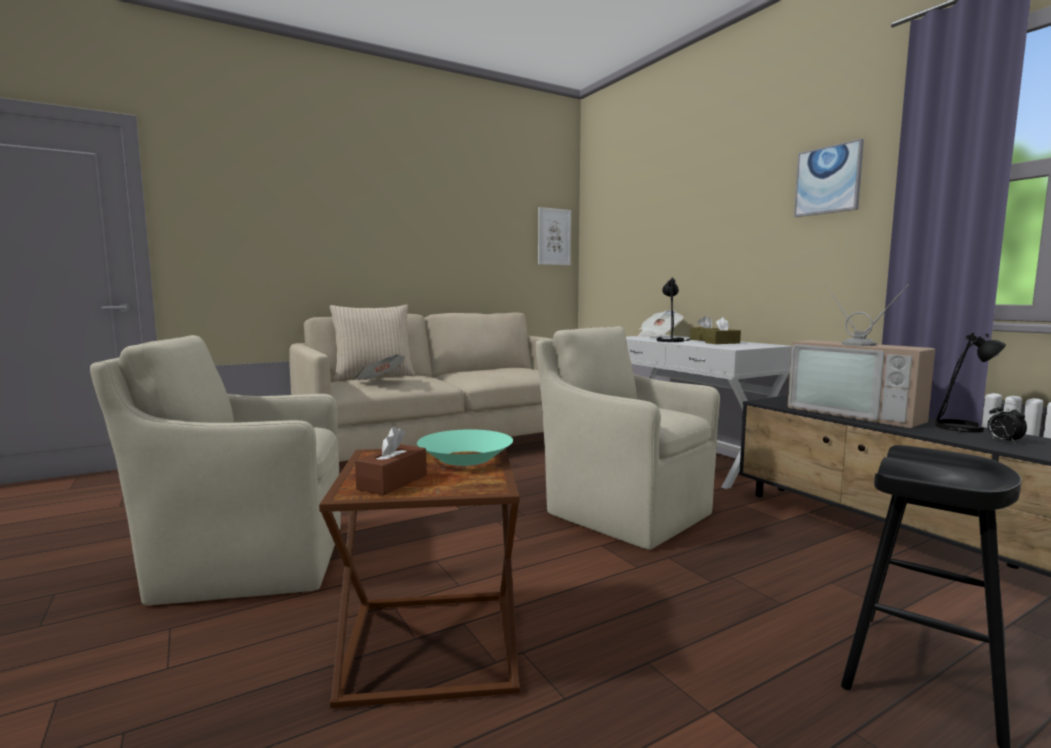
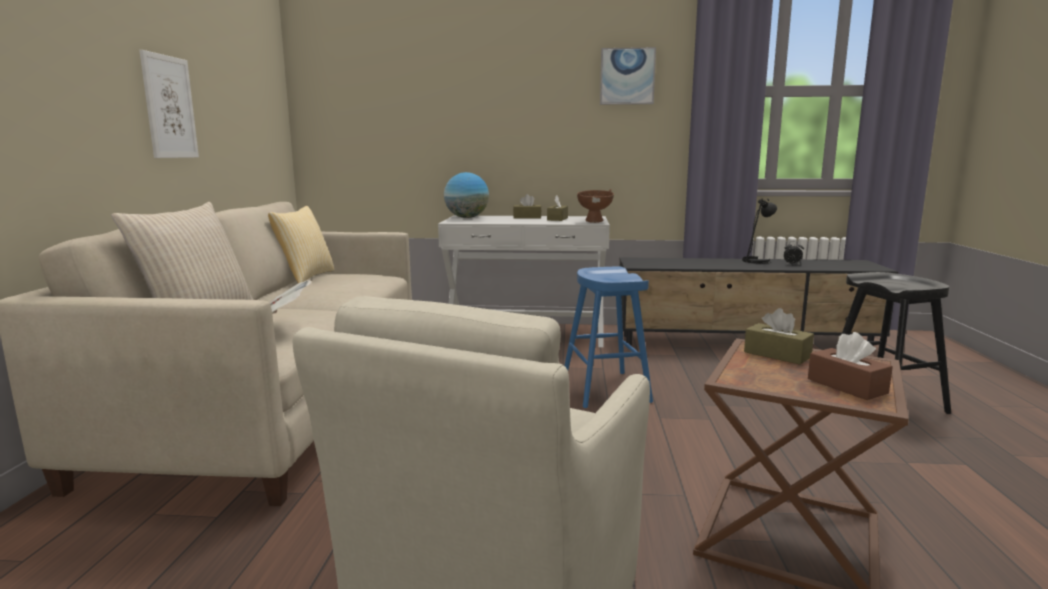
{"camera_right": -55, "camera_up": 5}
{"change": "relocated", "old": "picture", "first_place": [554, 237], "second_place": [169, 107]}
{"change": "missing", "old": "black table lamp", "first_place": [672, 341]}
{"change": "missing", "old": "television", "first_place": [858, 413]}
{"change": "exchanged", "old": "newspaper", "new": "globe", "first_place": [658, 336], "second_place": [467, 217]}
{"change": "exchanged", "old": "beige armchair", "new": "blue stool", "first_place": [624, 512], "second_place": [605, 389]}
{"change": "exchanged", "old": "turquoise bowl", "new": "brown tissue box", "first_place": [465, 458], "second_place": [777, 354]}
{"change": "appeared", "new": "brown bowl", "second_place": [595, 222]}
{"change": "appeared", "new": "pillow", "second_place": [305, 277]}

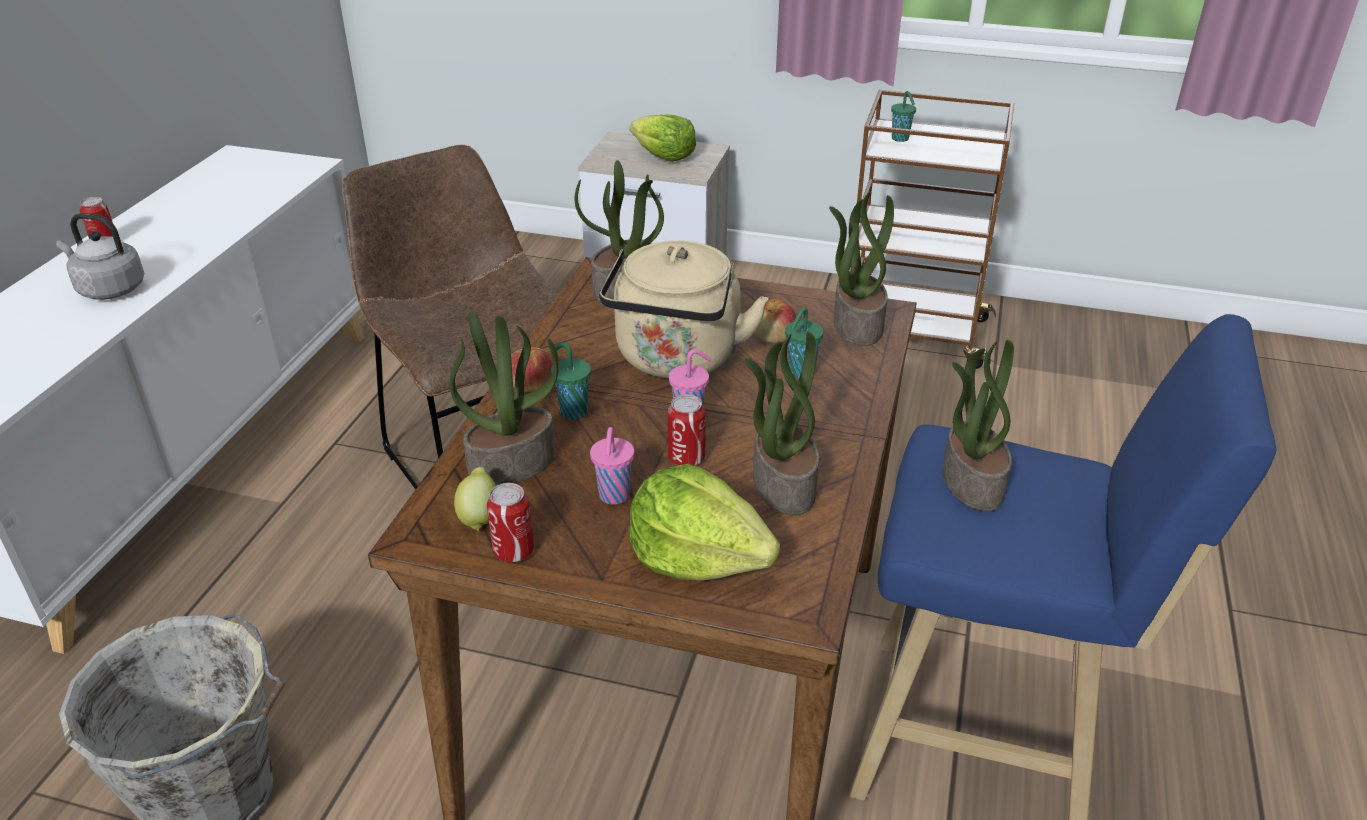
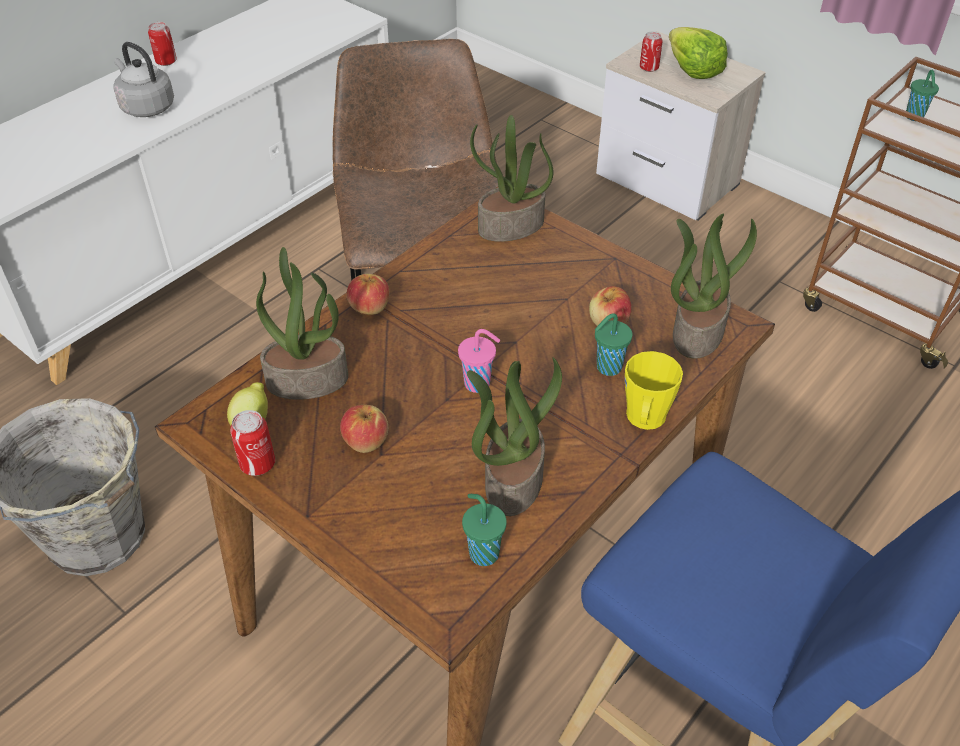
{"camera_right": 25, "camera_up": 10}
{"change": "missing", "old": "beige kettle", "first_place": [677, 360]}
{"change": "missing", "old": "potted plant", "first_place": [971, 482]}
{"change": "relocated", "old": "green cup", "first_place": [572, 411], "second_place": [482, 552]}
{"change": "relocated", "old": "can", "first_place": [686, 458], "second_place": [649, 68]}
{"change": "exchanged", "old": "pink cup", "new": "apple", "first_place": [613, 497], "second_place": [365, 441]}
{"change": "missing", "old": "lettuce", "first_place": [698, 556]}
{"change": "appeared", "new": "yellow mug", "second_place": [644, 420]}

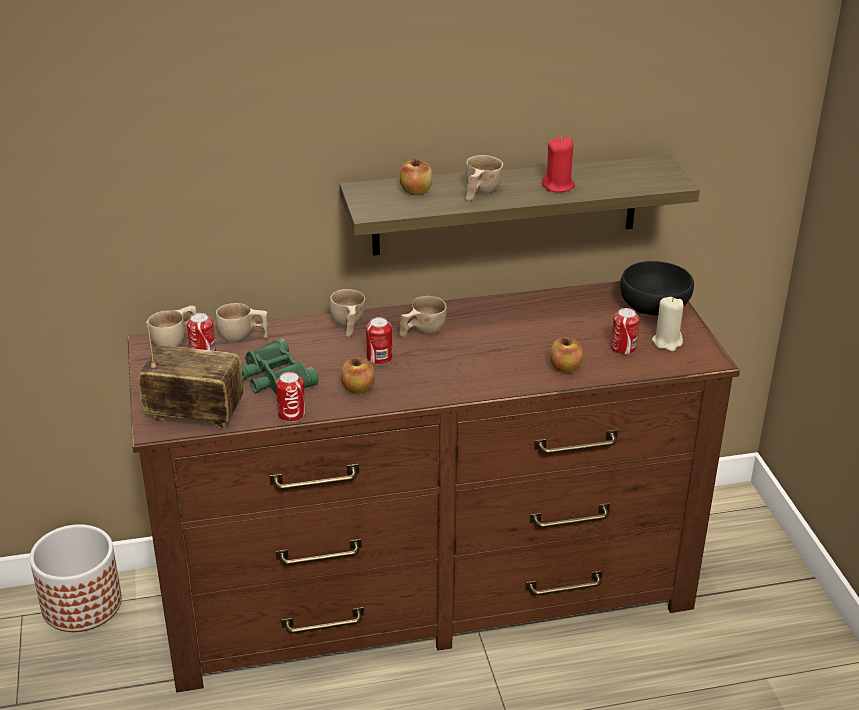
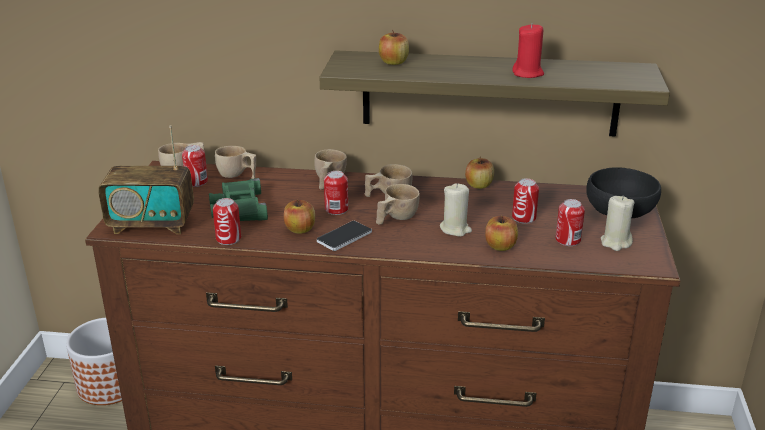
{"camera_right": 20, "camera_up": -5}
{"change": "relocated", "old": "beige cup", "first_place": [479, 193], "second_place": [395, 218]}
{"change": "spun", "old": "radio", "first_place": [195, 414], "second_place": [152, 224], "degrees": 150}
{"change": "appeared", "new": "apple", "second_place": [479, 185]}
{"change": "appeared", "new": "can", "second_place": [523, 218]}
{"change": "appeared", "new": "beige candle", "second_place": [455, 229]}
{"change": "appeared", "new": "phone", "second_place": [344, 237]}

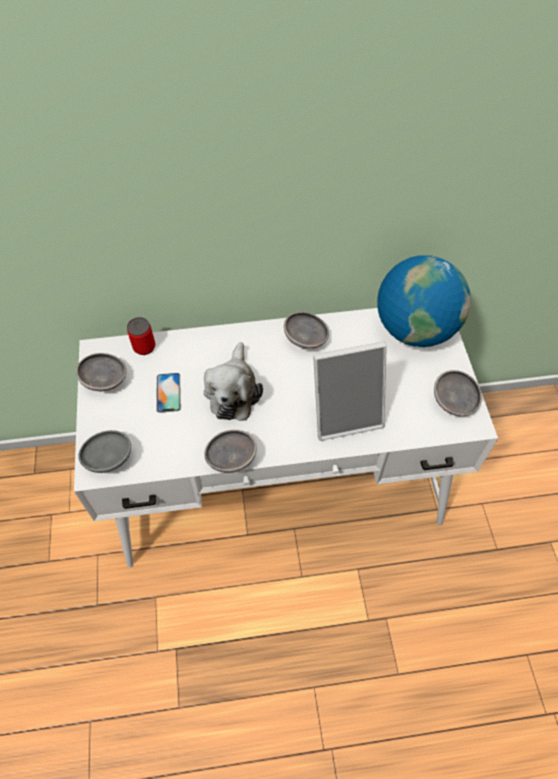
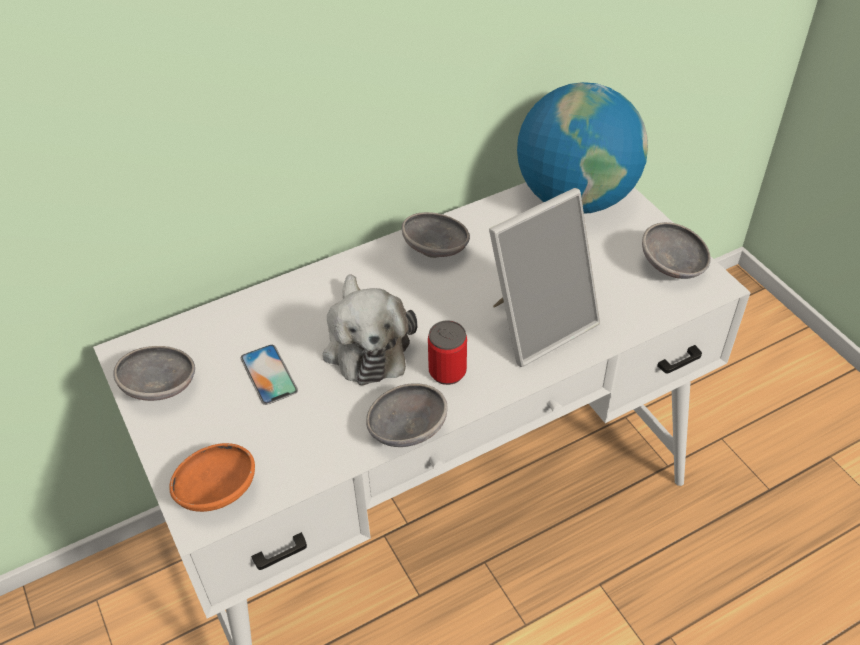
{"camera_right": -20, "camera_up": -10}
{"change": "relocated", "old": "can", "first_place": [144, 347], "second_place": [447, 371]}
{"change": "colour", "old": "grey bowl", "new": "orange bowl", "first_place": [109, 458], "second_place": [217, 491]}

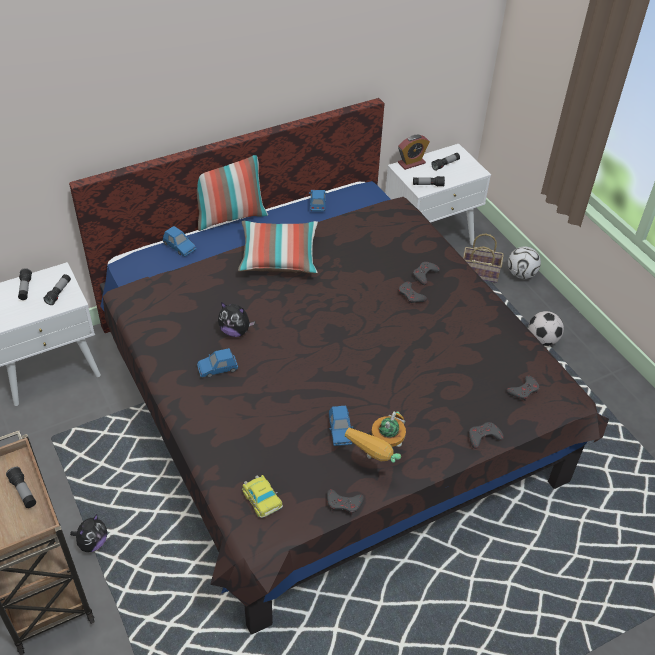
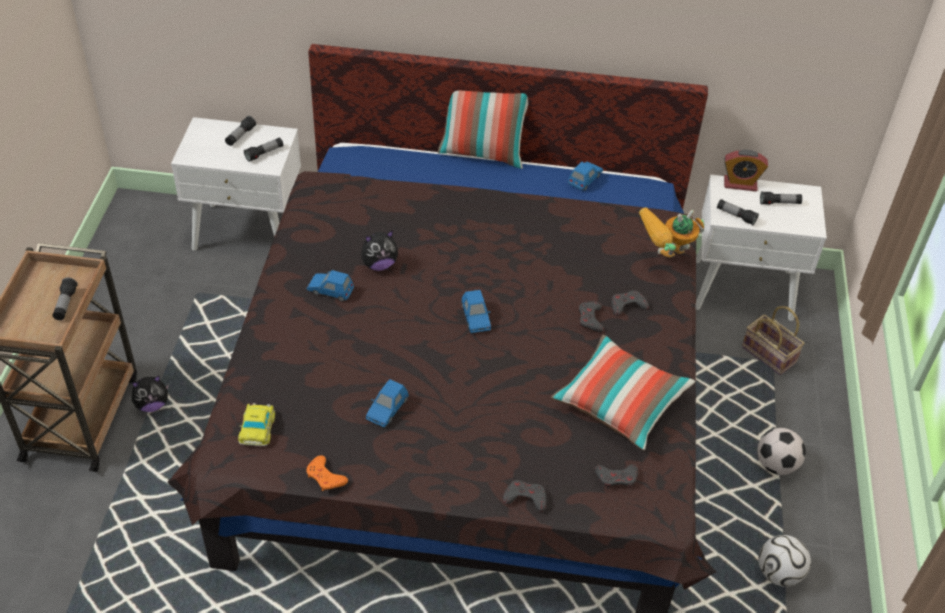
{"camera_right": 35, "camera_up": 0}
{"change": "relocated", "old": "pillow", "first_place": [279, 257], "second_place": [620, 402]}
{"change": "relocated", "old": "blue toy car", "first_place": [179, 247], "second_place": [475, 317]}
{"change": "relocated", "old": "football", "first_place": [521, 274], "second_place": [779, 573]}
{"change": "spun", "old": "plush toy", "first_place": [235, 331], "second_place": [379, 264], "degrees": -75}
{"change": "relocated", "old": "toy robot", "first_place": [378, 461], "second_place": [665, 260]}
{"change": "colour", "old": "grey game controller", "new": "orange game controller", "first_place": [344, 503], "second_place": [325, 477]}

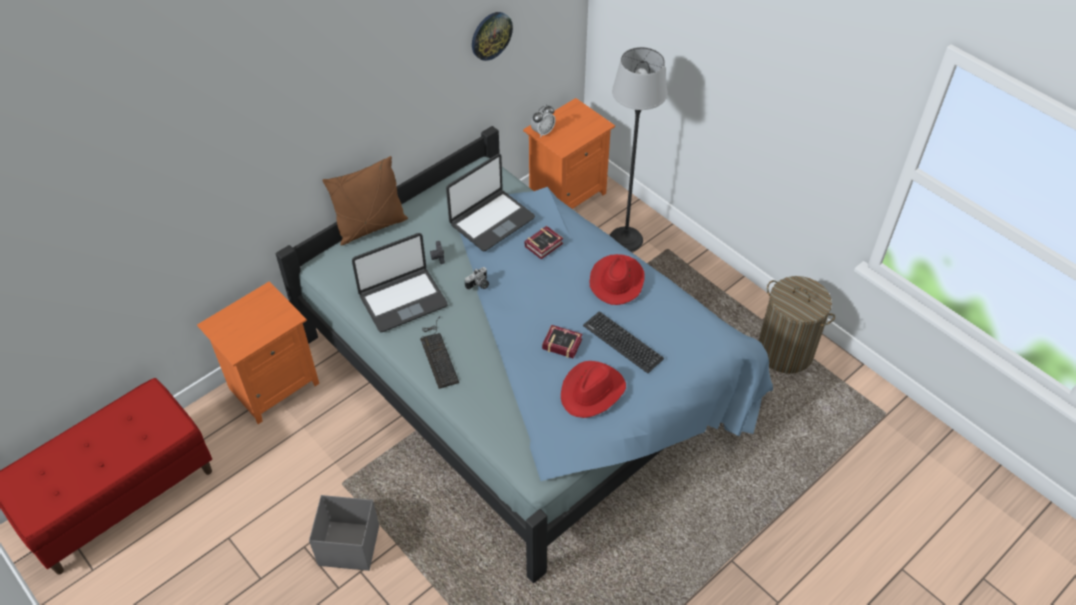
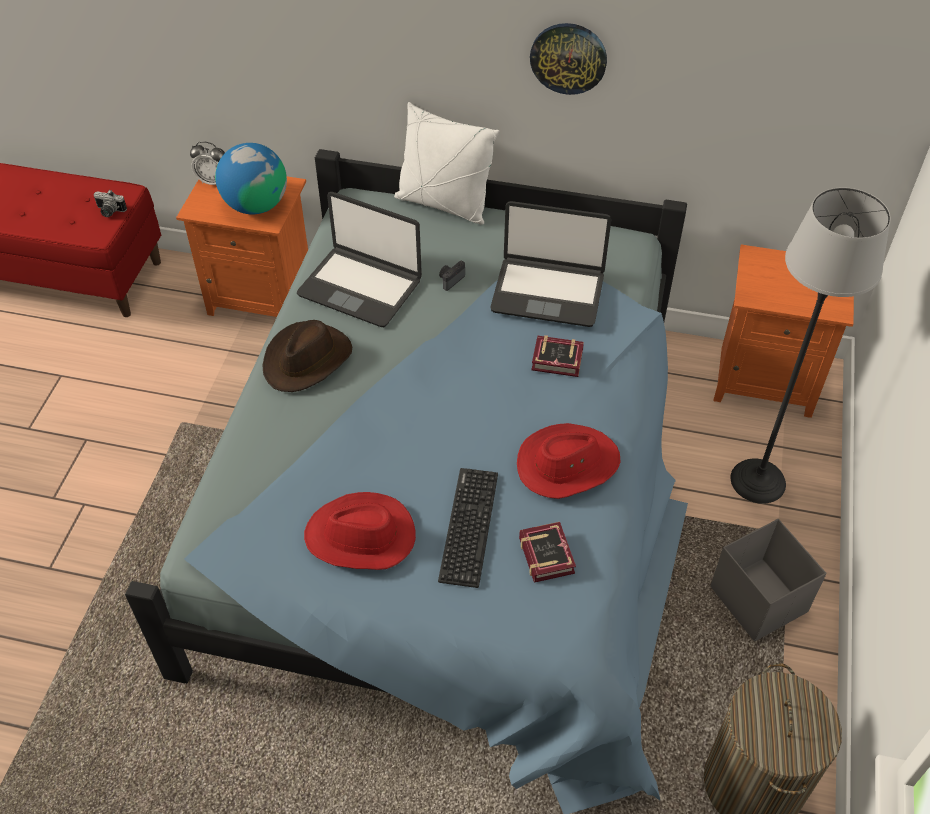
{"camera_right": 55, "camera_up": 0}
{"change": "relocated", "old": "wall clock", "first_place": [491, 35], "second_place": [568, 58]}
{"change": "relocated", "old": "alarm clock", "first_place": [543, 132], "second_place": [214, 181]}
{"change": "colour", "old": "brown pillow", "new": "white pillow", "first_place": [371, 227], "second_place": [444, 204]}
{"change": "relocated", "old": "photo camera", "first_place": [479, 285], "second_place": [109, 212]}
{"change": "exchanged", "old": "keyboard", "new": "brown hat", "first_place": [438, 354], "second_place": [307, 359]}
{"change": "relocated", "old": "book", "first_place": [561, 343], "second_place": [547, 553]}
{"change": "relocated", "old": "grey storage box", "first_place": [348, 545], "second_place": [758, 598]}
{"change": "appeared", "new": "globe", "second_place": [256, 205]}

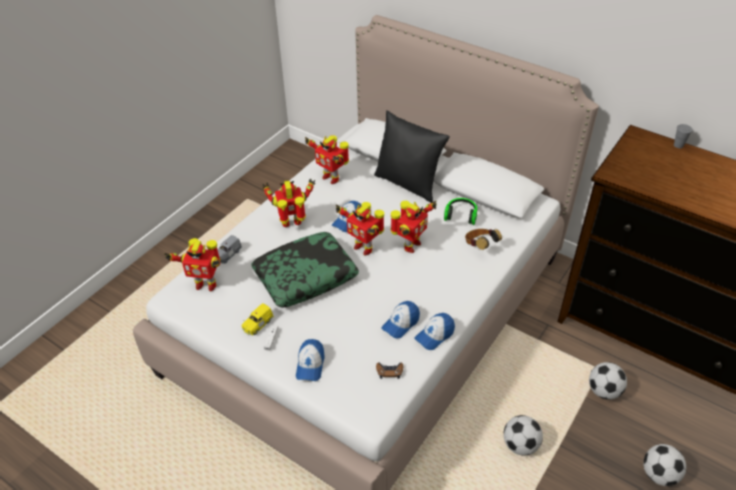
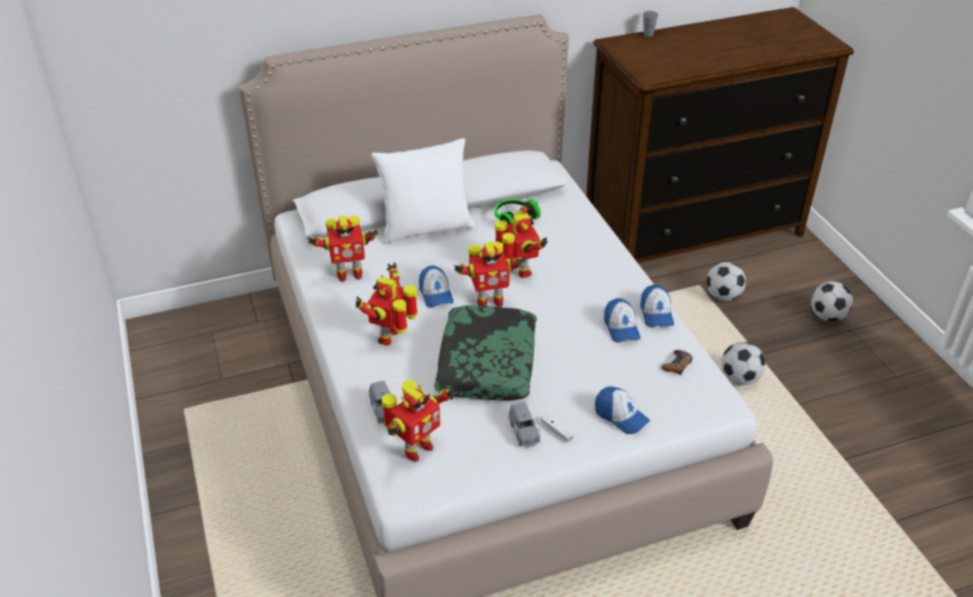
{"camera_right": -55, "camera_up": -5}
{"change": "colour", "old": "black pillow", "new": "white pillow", "first_place": [408, 183], "second_place": [426, 228]}
{"change": "missing", "old": "headphones", "first_place": [480, 246]}
{"change": "colour", "old": "yellow toy car", "new": "grey toy car", "first_place": [257, 324], "second_place": [524, 432]}

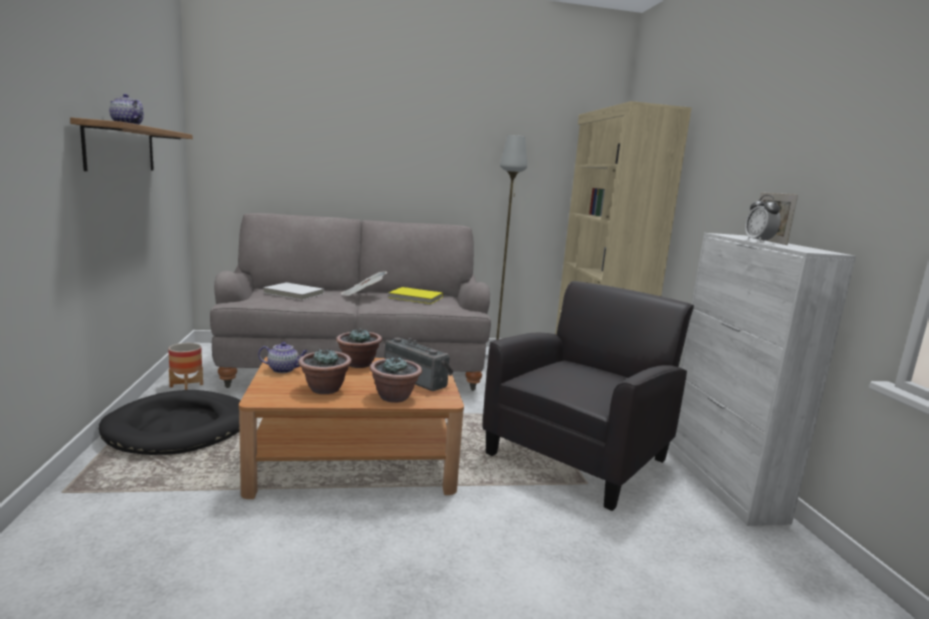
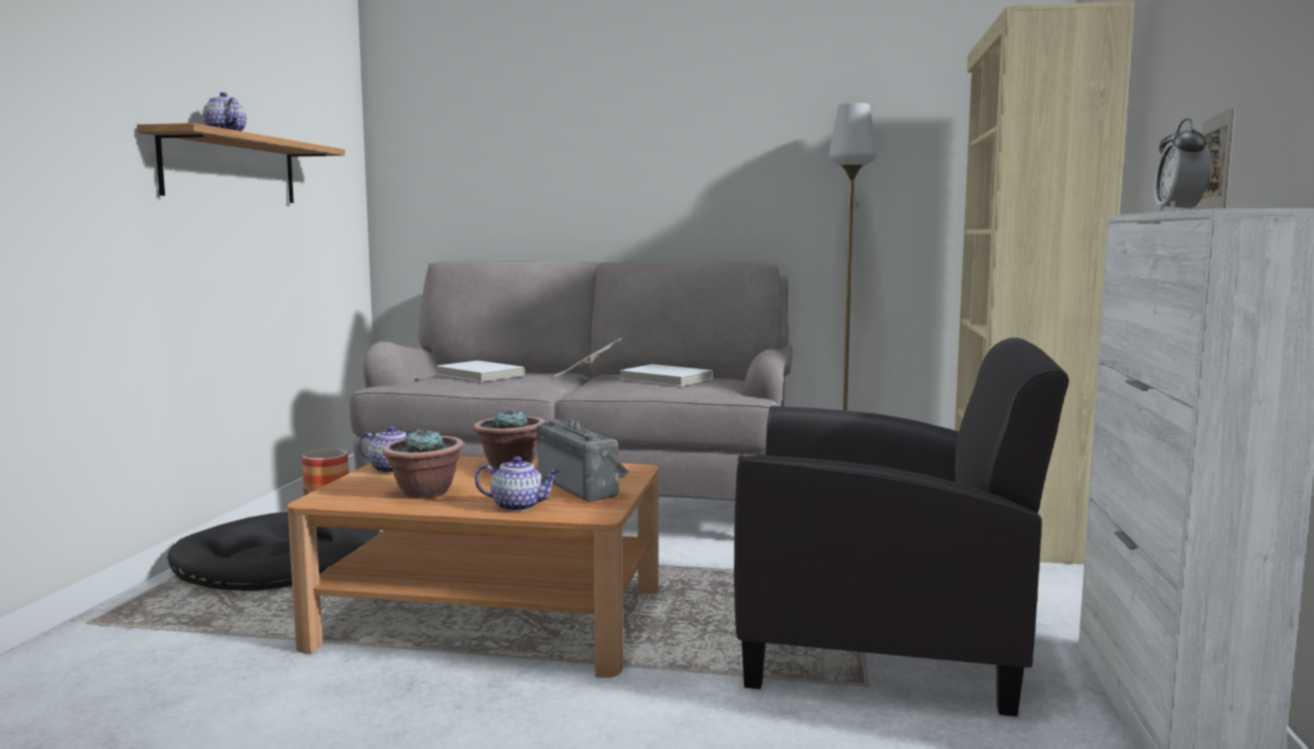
{"camera_right": 20, "camera_up": -5}
{"change": "spun", "old": "black armchair", "first_place": [578, 456], "second_place": [882, 644], "degrees": 45}
{"change": "colour", "old": "yellow book", "new": "white book", "first_place": [415, 298], "second_place": [665, 379]}
{"change": "exchanged", "old": "potted plant", "new": "teapot", "first_place": [394, 397], "second_place": [519, 506]}

